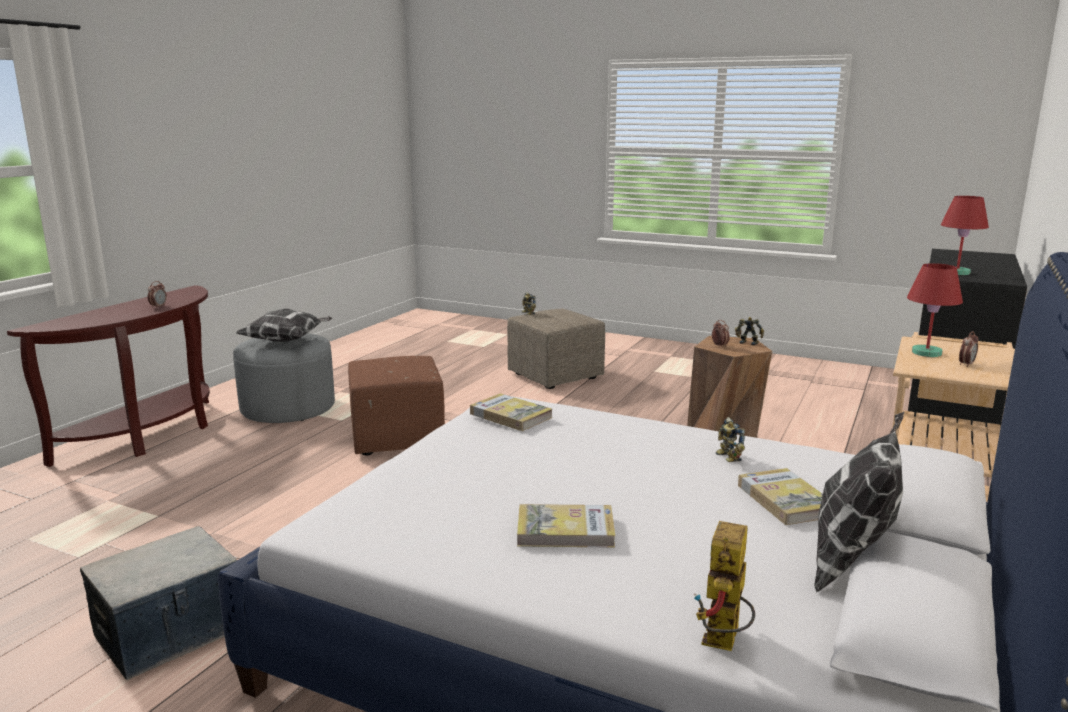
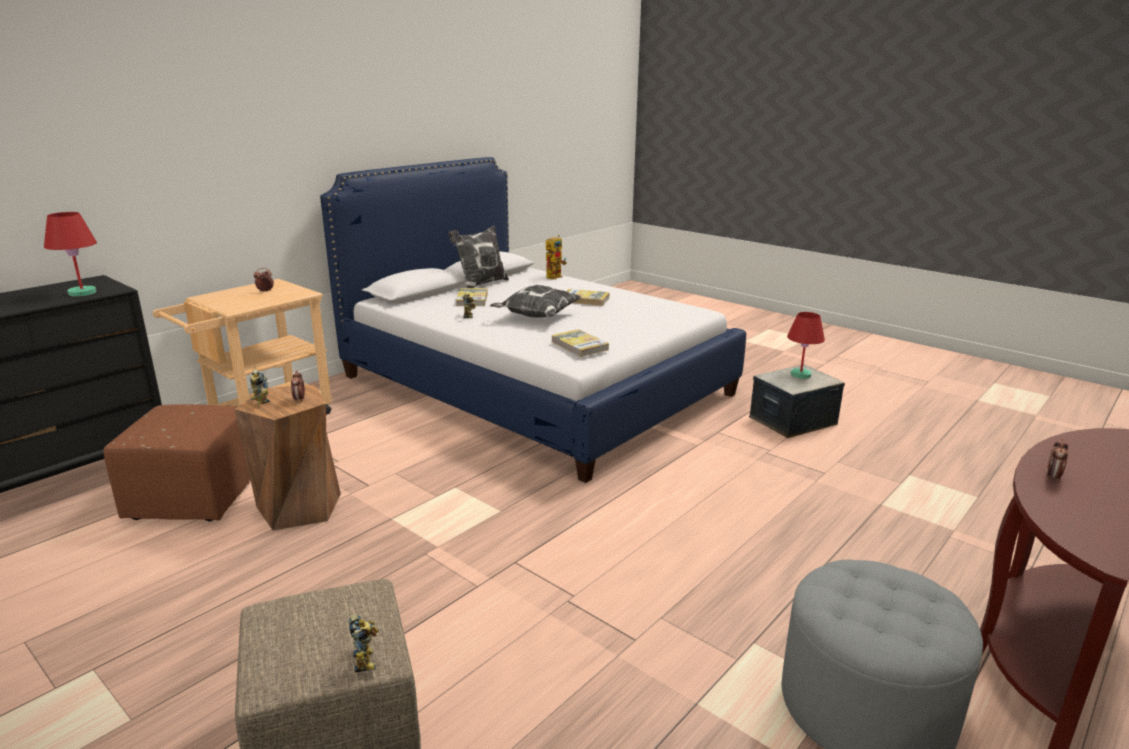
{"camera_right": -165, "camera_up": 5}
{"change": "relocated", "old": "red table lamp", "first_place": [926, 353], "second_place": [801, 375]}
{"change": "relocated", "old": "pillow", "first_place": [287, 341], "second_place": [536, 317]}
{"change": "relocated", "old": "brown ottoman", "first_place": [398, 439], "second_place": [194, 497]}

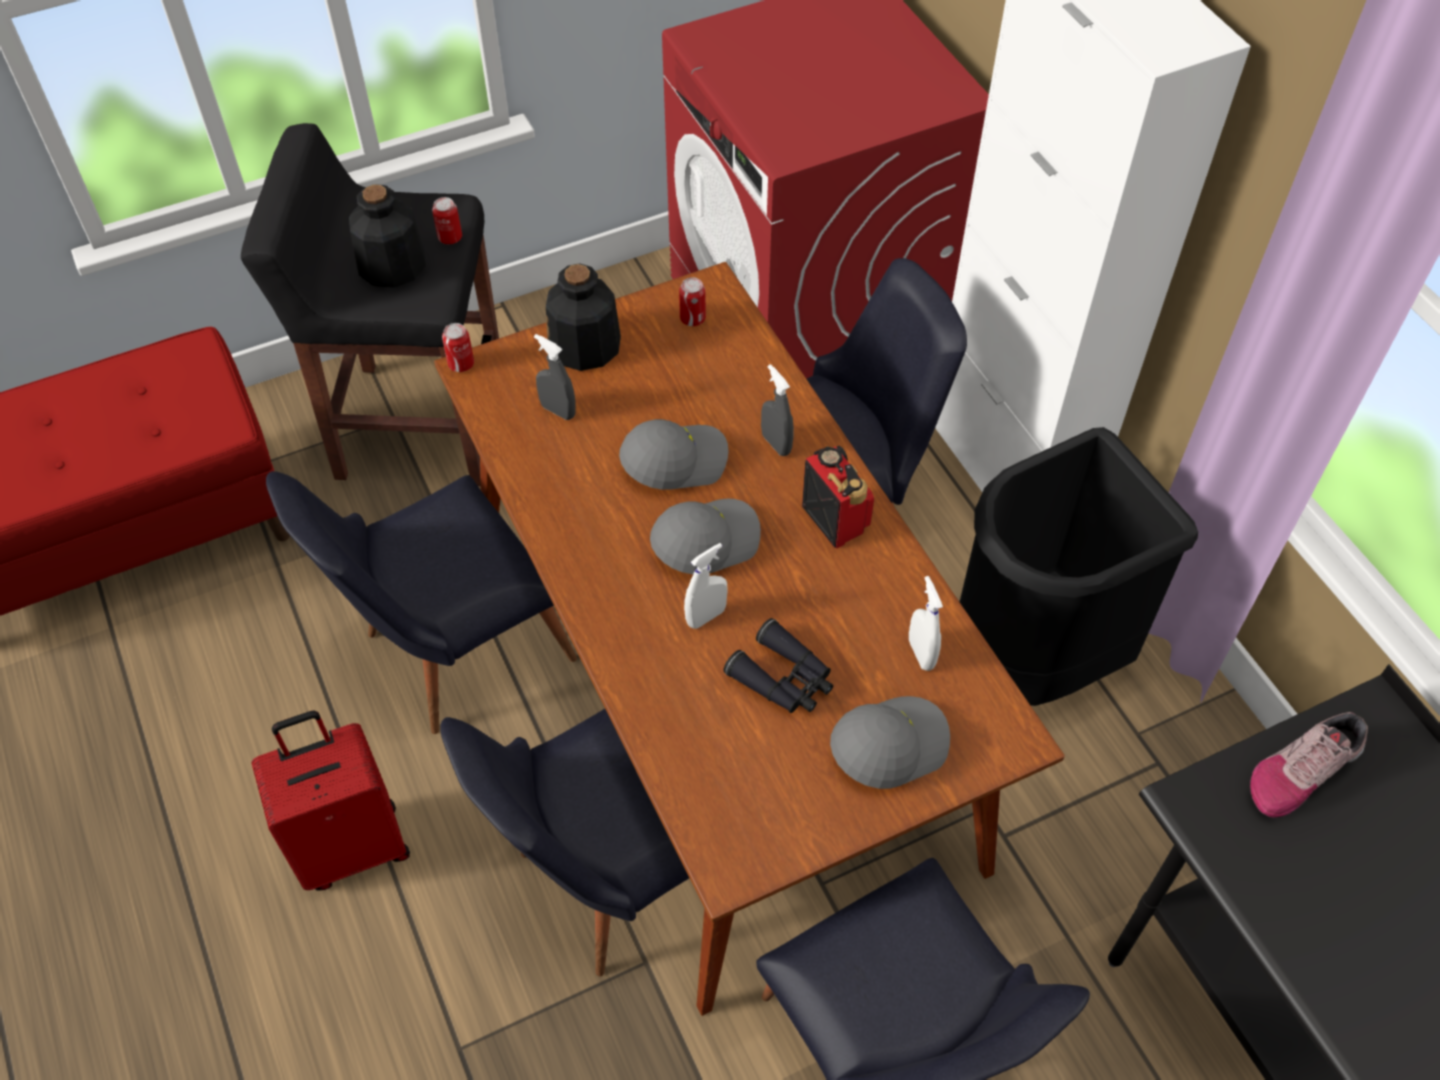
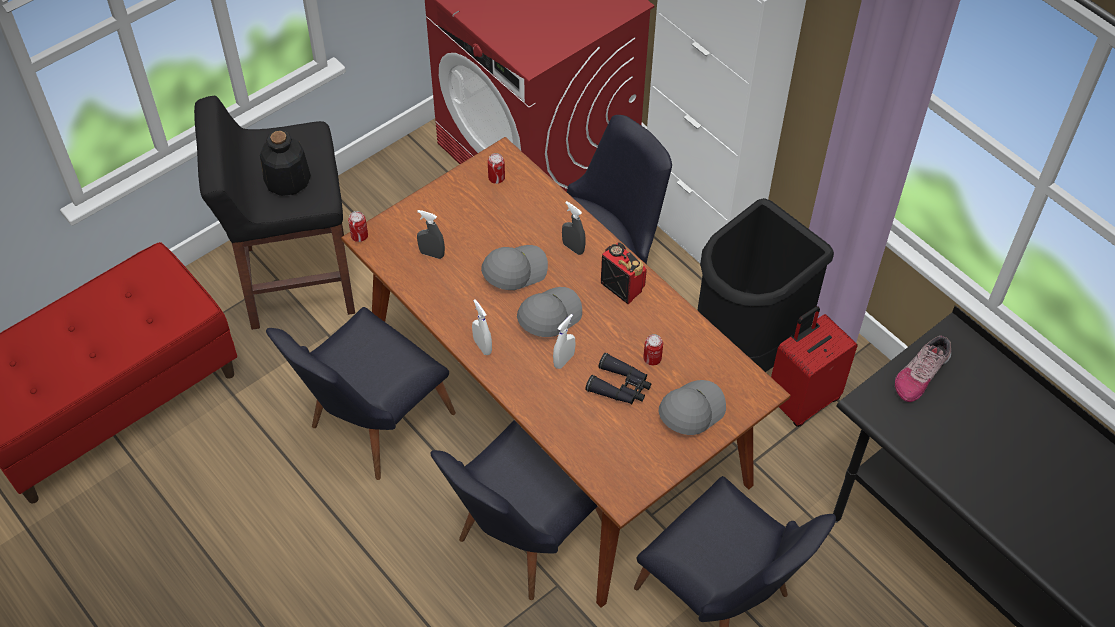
{"camera_right": -15, "camera_up": 0}
{"change": "relocated", "old": "can", "first_place": [450, 237], "second_place": [652, 359]}
{"change": "missing", "old": "bottle", "first_place": [585, 346]}
{"change": "relocated", "old": "white spray bottle", "first_place": [921, 654], "second_place": [482, 346]}
{"change": "relocated", "old": "red suitcase", "first_place": [352, 845], "second_place": [802, 399]}

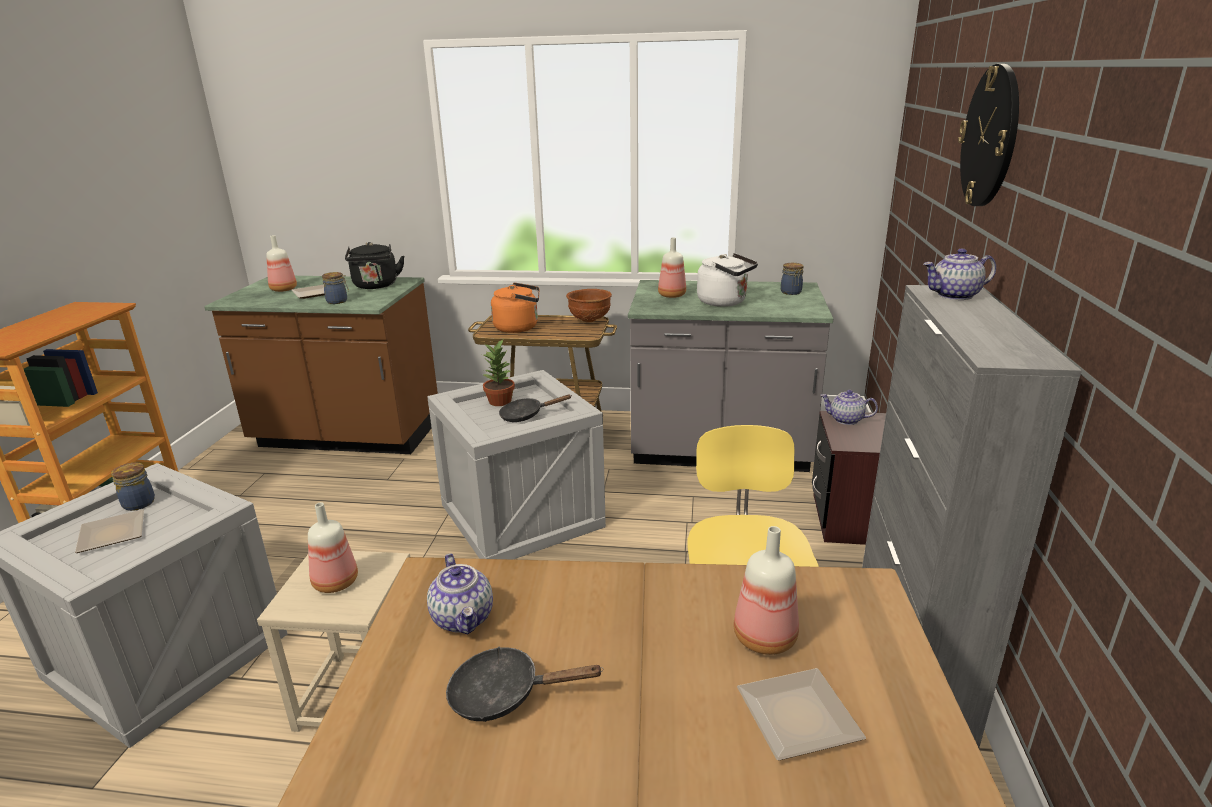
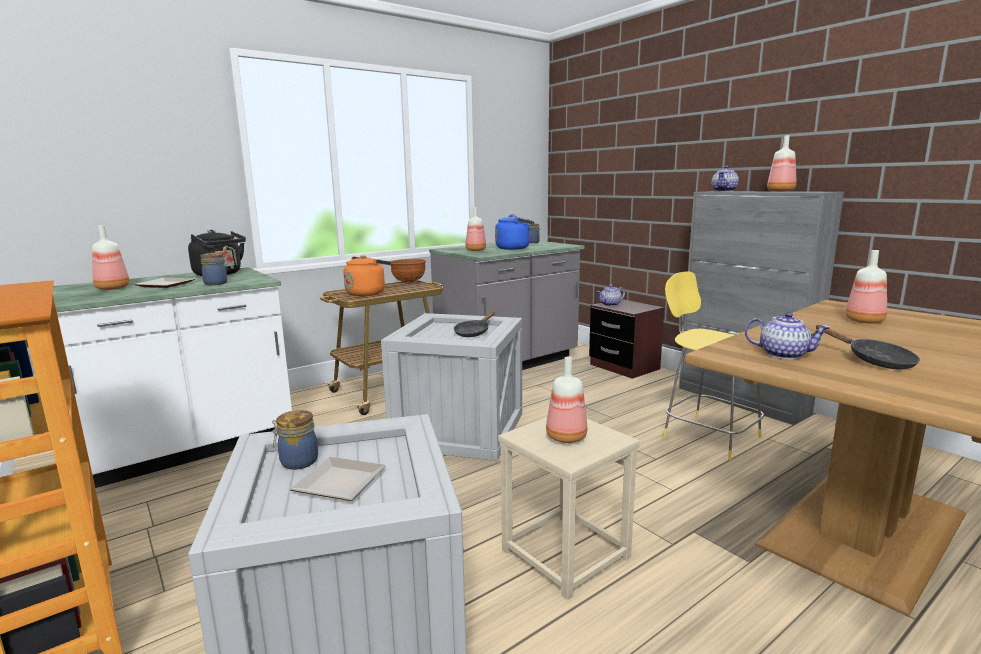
{"camera_right": -45, "camera_up": -10}
{"change": "missing", "old": "wall clock", "first_place": [990, 137]}
{"change": "colour", "old": "white kettle", "new": "blue kettle", "first_place": [725, 302], "second_place": [515, 248]}
{"change": "colour", "old": "brown counter", "new": "white counter", "first_place": [347, 436], "second_place": [191, 447]}
{"change": "missing", "old": "potted plant", "first_place": [500, 401]}
{"change": "spun", "old": "black frying pan", "first_place": [504, 694], "second_place": [874, 360], "degrees": -75}
{"change": "missing", "old": "plate", "first_place": [796, 721]}
{"change": "appeared", "new": "bottle", "second_place": [781, 191]}

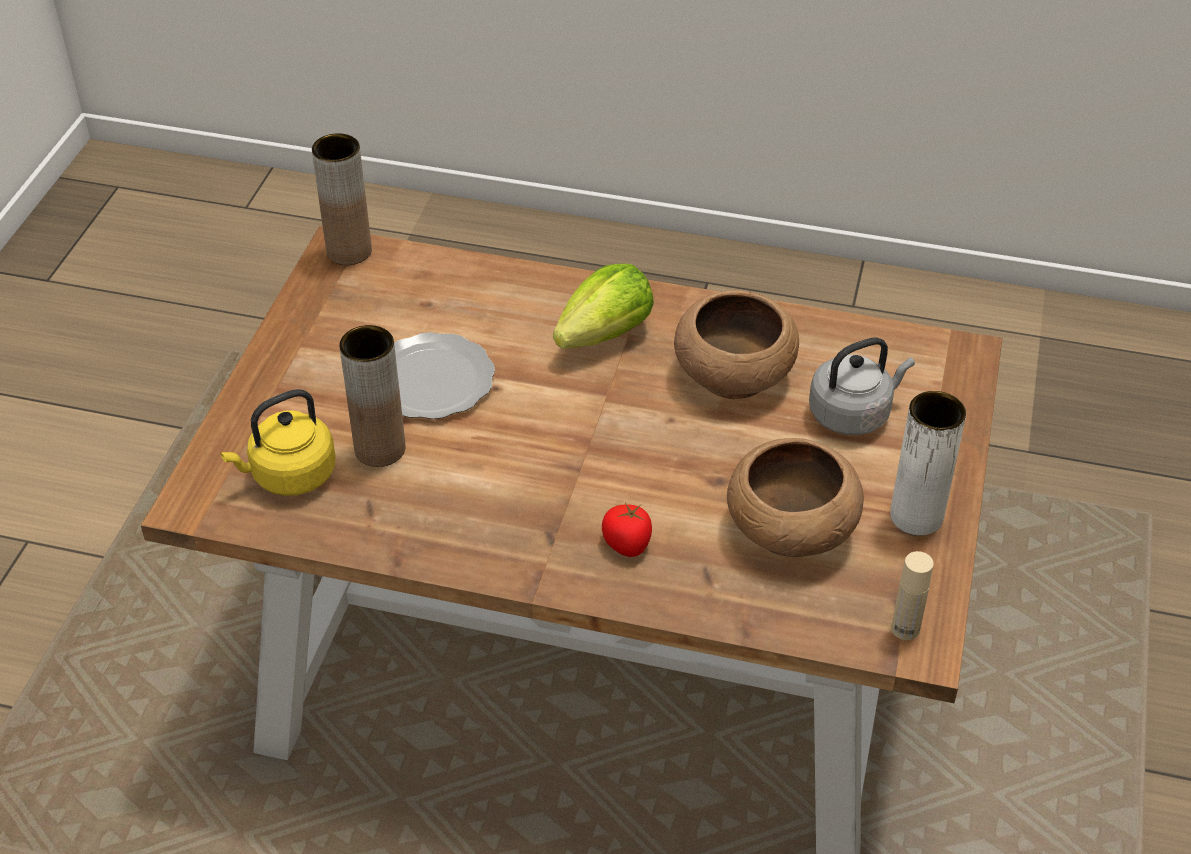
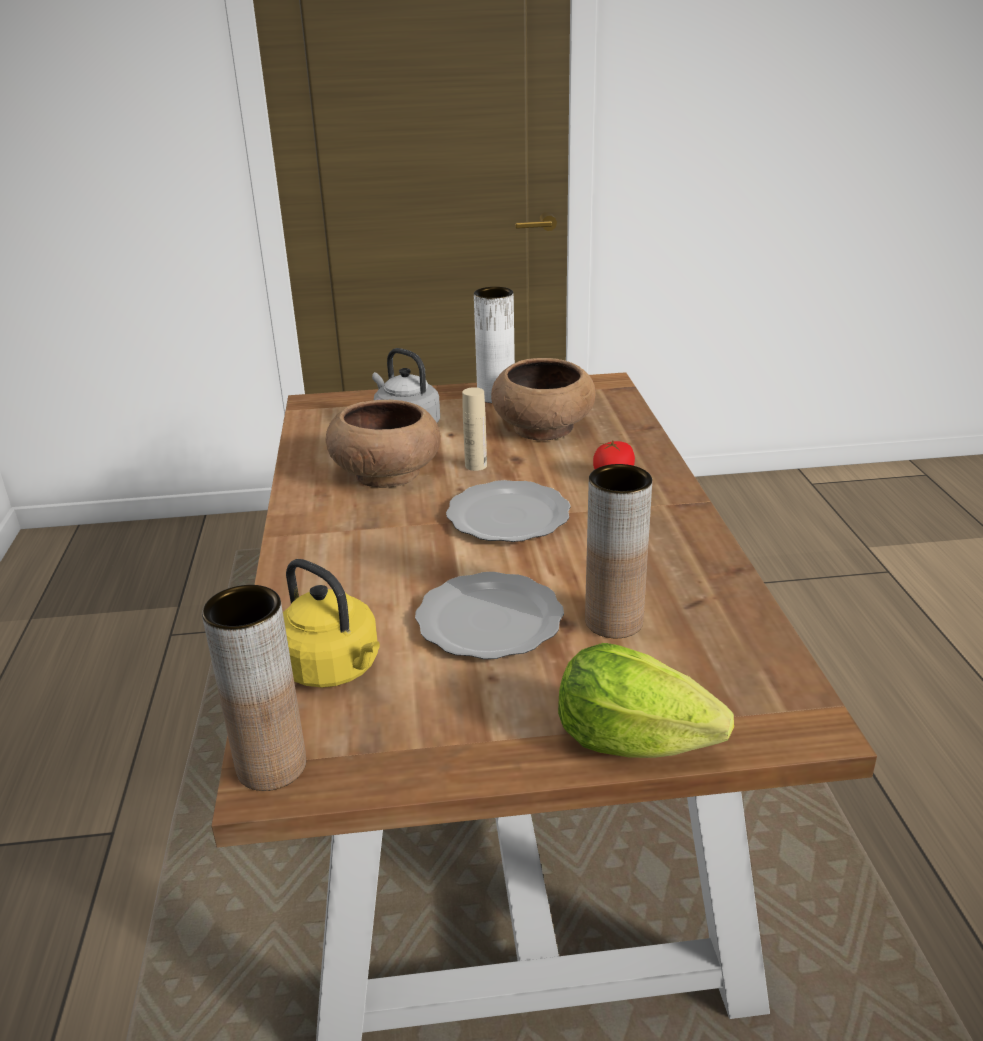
{"camera_right": -110, "camera_up": -15}
{"change": "relocated", "old": "lettuce", "first_place": [605, 335], "second_place": [632, 740]}
{"change": "relocated", "old": "yellow kettle", "first_place": [289, 476], "second_place": [334, 669]}
{"change": "relocated", "old": "beige bottle", "first_place": [905, 629], "second_place": [476, 465]}
{"change": "appeared", "new": "plate", "second_place": [510, 516]}

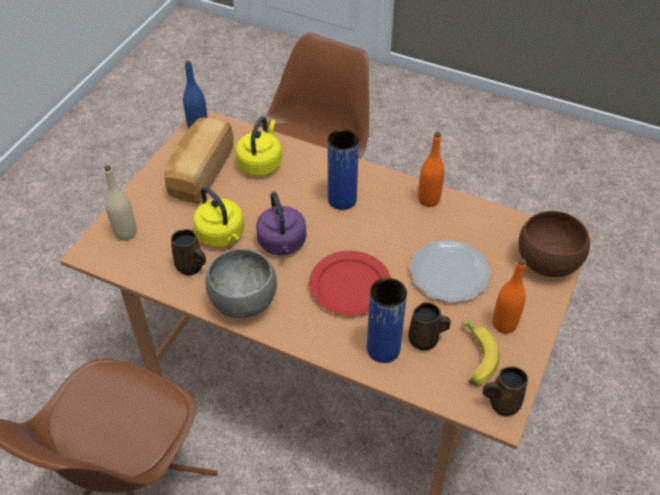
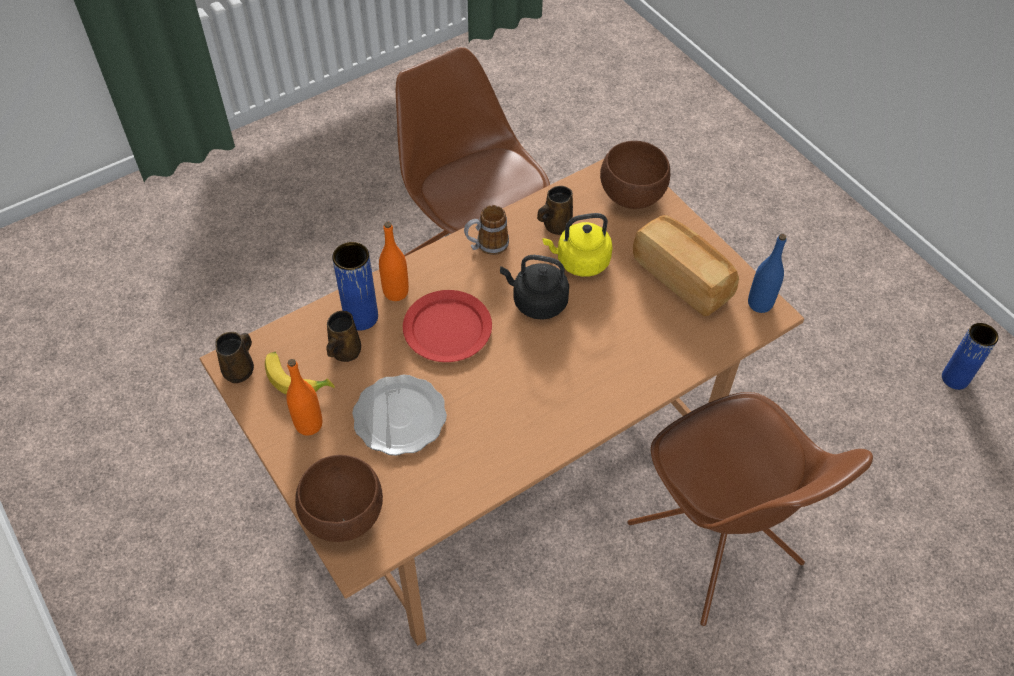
{"camera_right": 120, "camera_up": 5}
{"change": "missing", "old": "yellow kettle", "first_place": [261, 163]}
{"change": "relocated", "old": "blue vase", "first_place": [342, 200], "second_place": [955, 378]}
{"change": "relocated", "old": "orange bottle", "first_place": [428, 200], "second_place": [396, 292]}
{"change": "exchanged", "old": "beige bottle", "new": "brown bowl", "first_place": [125, 233], "second_place": [631, 196]}
{"change": "colour", "old": "purple kettle", "new": "black kettle", "first_place": [282, 244], "second_place": [537, 302]}
{"change": "exchanged", "old": "grey bowl", "new": "mug", "first_place": [244, 302], "second_place": [486, 246]}

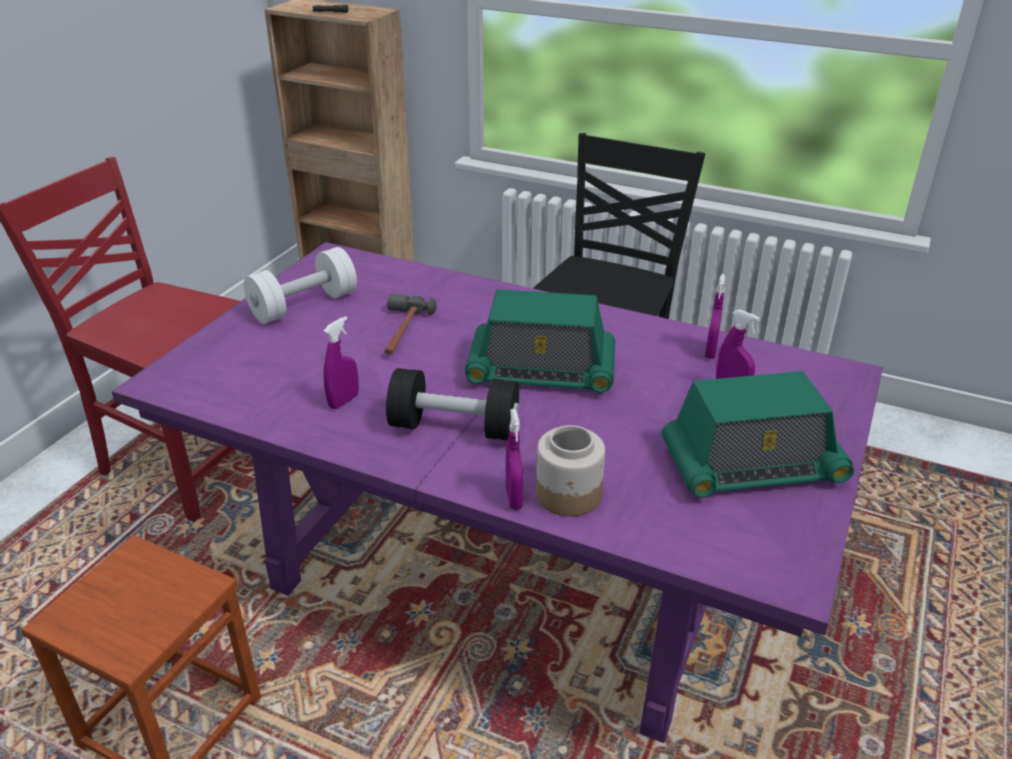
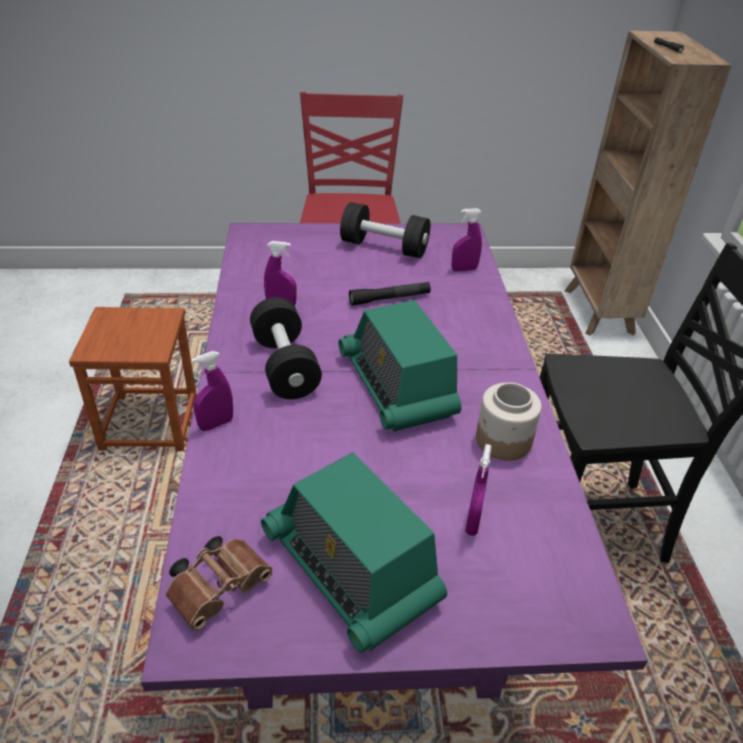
{"camera_right": 60, "camera_up": 5}
{"change": "colour", "old": "white dumbbell", "new": "black dumbbell", "first_place": [304, 305], "second_place": [384, 247]}
{"change": "relocated", "old": "purple spray bottle", "first_place": [710, 352], "second_place": [464, 269]}
{"change": "exchanged", "old": "hammer", "new": "black flashlight", "first_place": [401, 332], "second_place": [389, 299]}
{"change": "relocated", "old": "jar", "first_place": [569, 495], "second_place": [503, 441]}
{"change": "appeared", "new": "brown binoculars", "second_place": [220, 587]}

